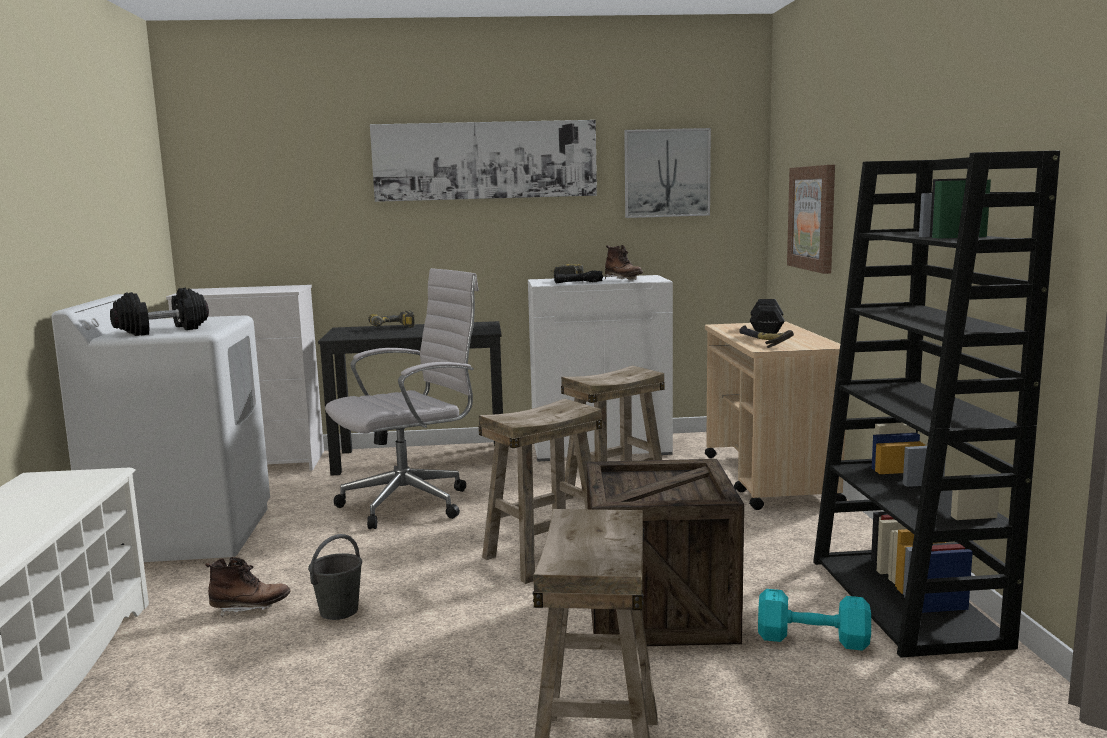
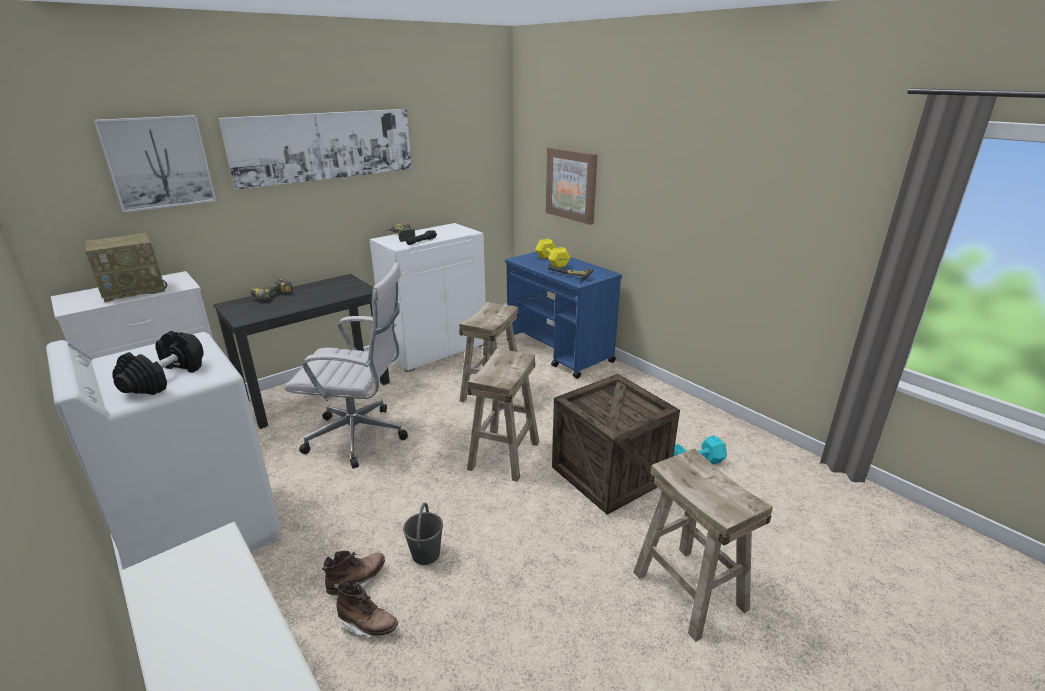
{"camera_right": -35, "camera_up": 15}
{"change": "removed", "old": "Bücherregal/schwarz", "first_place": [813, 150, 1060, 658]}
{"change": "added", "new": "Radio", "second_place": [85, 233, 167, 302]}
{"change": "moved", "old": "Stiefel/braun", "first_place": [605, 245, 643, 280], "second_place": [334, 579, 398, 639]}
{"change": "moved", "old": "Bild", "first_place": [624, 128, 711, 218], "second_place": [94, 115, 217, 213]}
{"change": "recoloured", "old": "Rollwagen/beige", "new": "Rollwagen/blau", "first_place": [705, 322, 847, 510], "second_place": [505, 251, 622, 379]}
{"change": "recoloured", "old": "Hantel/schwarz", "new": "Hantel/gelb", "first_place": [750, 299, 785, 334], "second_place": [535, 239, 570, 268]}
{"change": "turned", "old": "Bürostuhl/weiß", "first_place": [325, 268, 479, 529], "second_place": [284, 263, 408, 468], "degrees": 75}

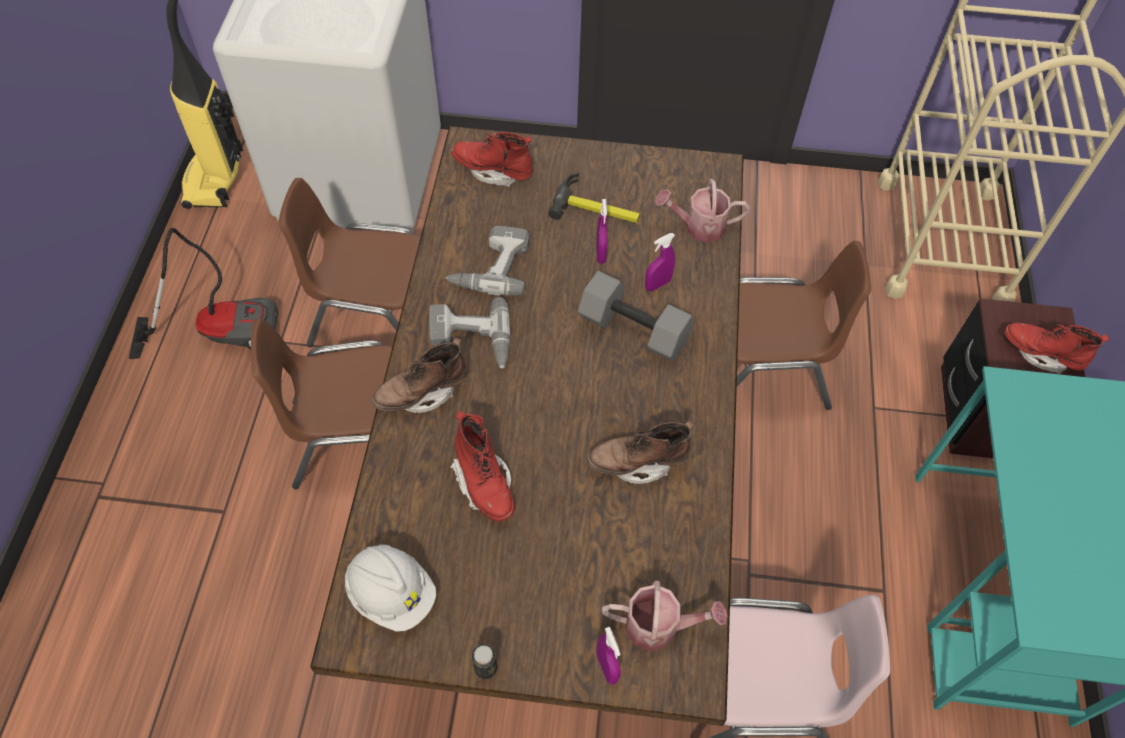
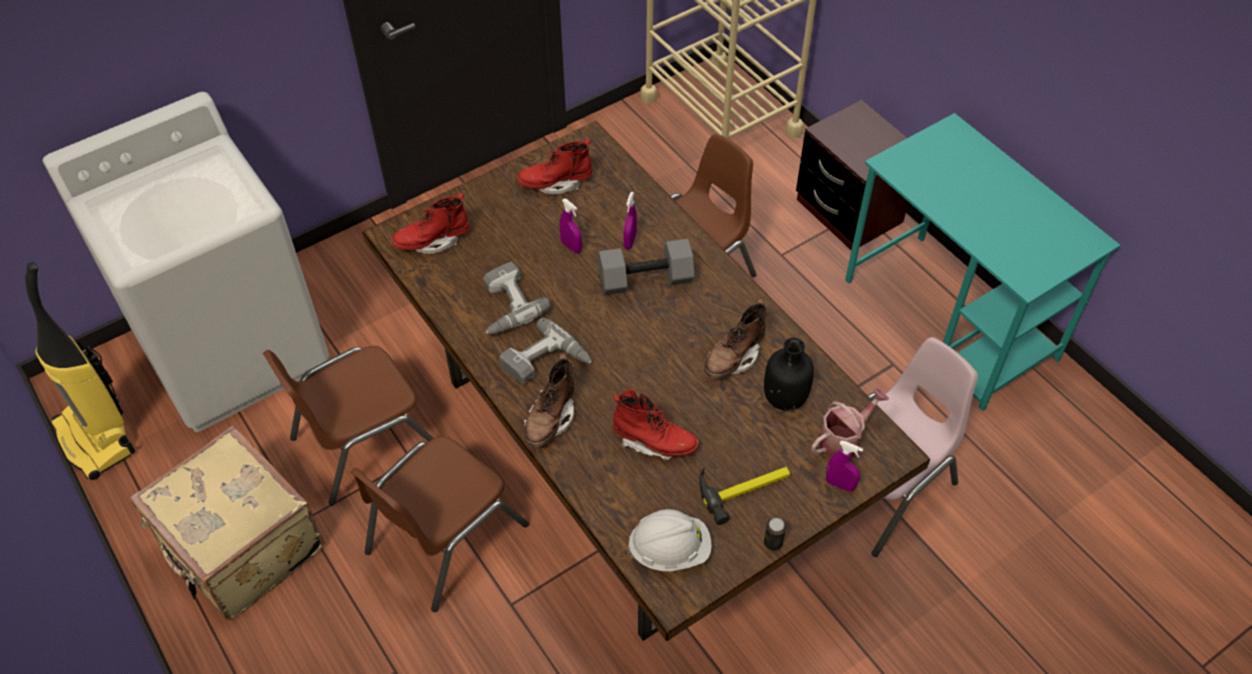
{"camera_right": -40, "camera_up": -5}
{"change": "removed", "old": "Gießkanne", "first_place": [655, 179, 750, 243]}
{"change": "added", "new": "Flasche/schwarz", "second_place": [764, 338, 814, 411]}
{"change": "moved", "old": "Hammer", "first_place": [548, 173, 640, 223], "second_place": [699, 467, 790, 525]}
{"change": "moved", "old": "Stiefel/rot", "first_place": [1005, 323, 1110, 374], "second_place": [517, 138, 592, 195]}
{"change": "replaced", "old": "Staubsauger", "new": "Koffer/beige", "first_place": [129, 228, 278, 359], "second_place": [130, 426, 325, 620]}

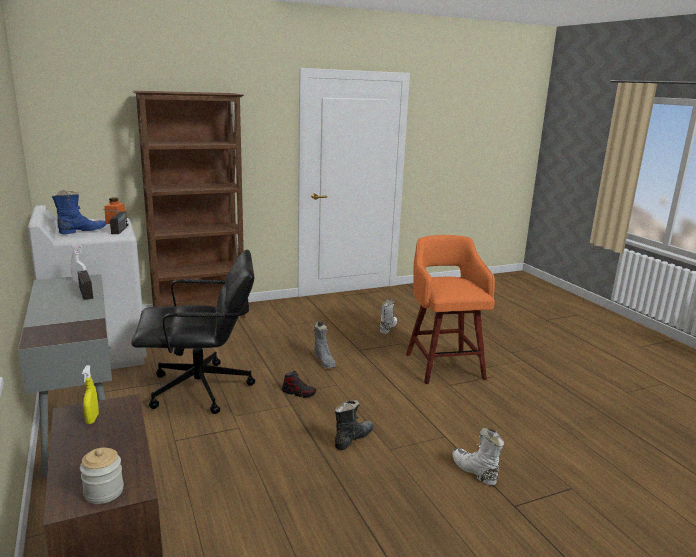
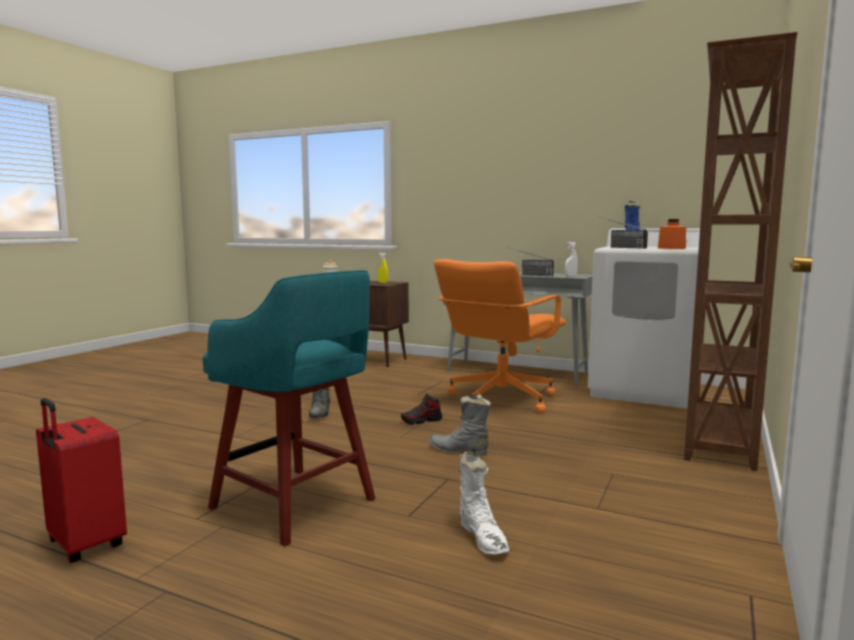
{"camera_right": 140, "camera_up": -10}
{"change": "removed", "old": "Stiefel/weiß", "first_place": [453, 428, 504, 485]}
{"change": "added", "new": "Koffer/rot", "second_place": [36, 398, 127, 563]}
{"change": "recoloured", "old": "Bürostuhl/schwarz", "new": "Bürostuhl/orange", "first_place": [131, 249, 255, 414], "second_place": [434, 259, 566, 413]}
{"change": "recoloured", "old": "Hocker/orange", "new": "Hocker/türkis", "first_place": [406, 235, 495, 384], "second_place": [202, 270, 375, 546]}

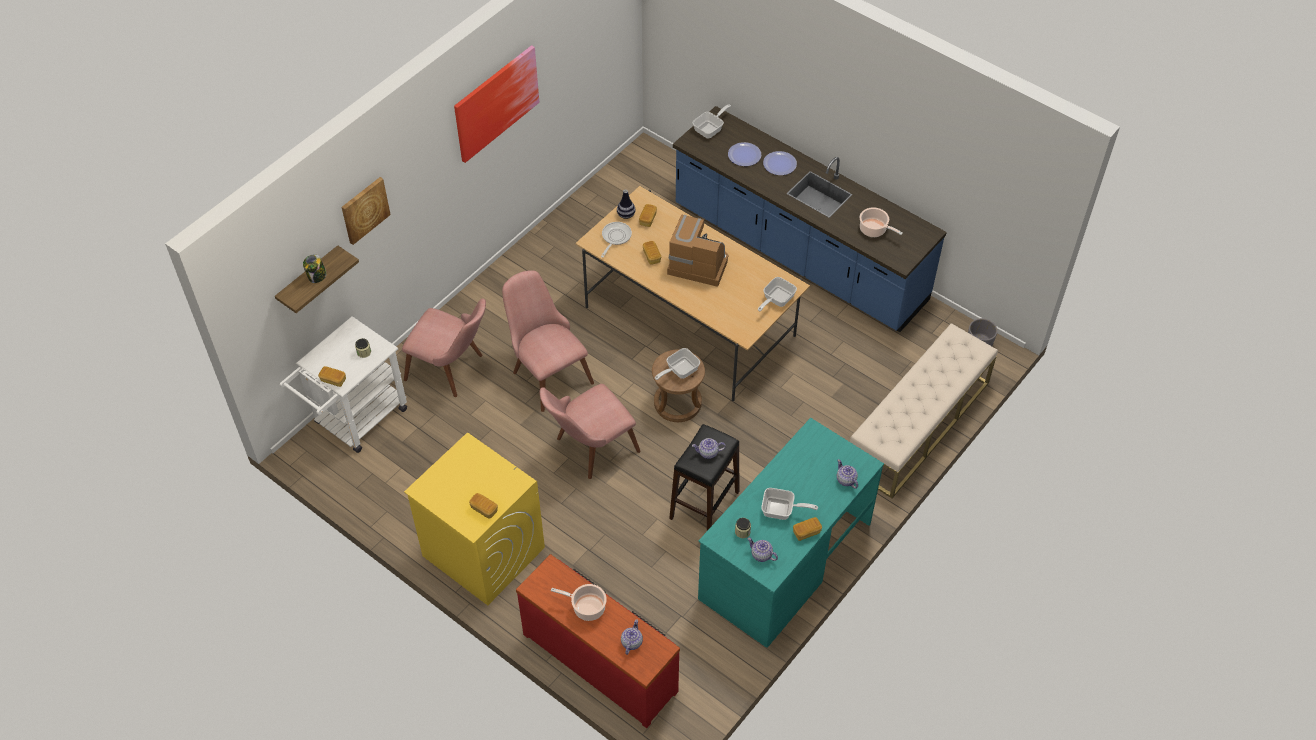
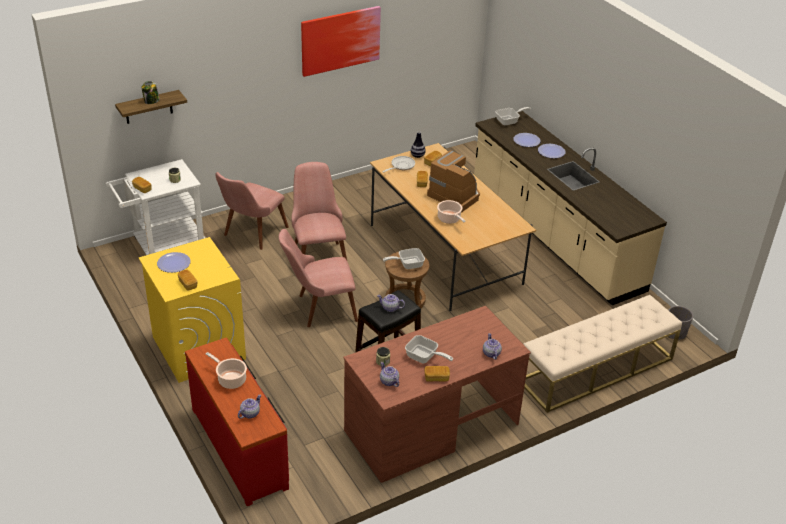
{"camera_right": 20, "camera_up": -15}
{"change": "removed", "old": "Bild", "first_place": [342, 177, 391, 245]}
{"change": "removed", "old": "Pfanne", "first_place": [758, 277, 797, 312]}
{"change": "added", "new": "Teller", "second_place": [157, 252, 191, 273]}
{"change": "moved", "old": "Kochtopf", "first_place": [860, 207, 903, 237], "second_place": [437, 200, 466, 224]}
{"change": "recoloured", "old": "Küchenzeile/blau", "new": "Küchenzeile/beige", "first_place": [673, 106, 947, 332], "second_place": [474, 111, 667, 305]}
{"change": "recoloured", "old": "Schreibtisch/türkis", "new": "Schreibtisch/braun", "first_place": [698, 418, 884, 648], "second_place": [343, 306, 531, 483]}
{"change": "turned", "old": "Stuhl/rosa", "first_place": [402, 298, 486, 397], "second_place": [215, 172, 289, 250], "degrees": 75}

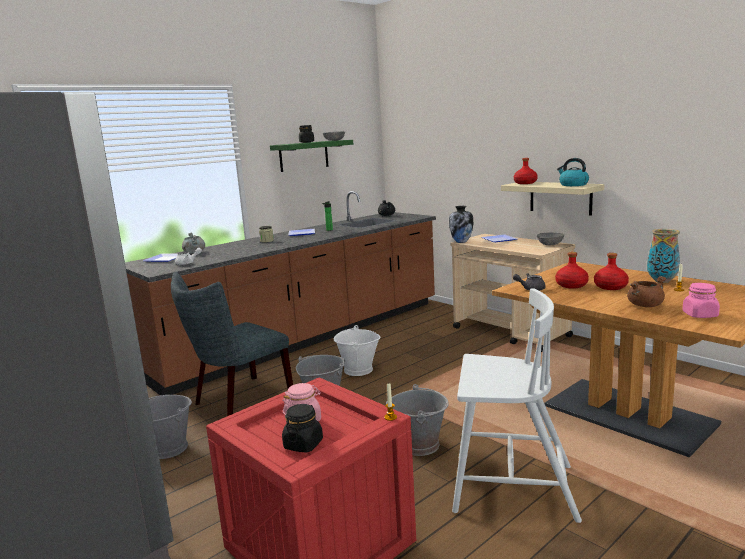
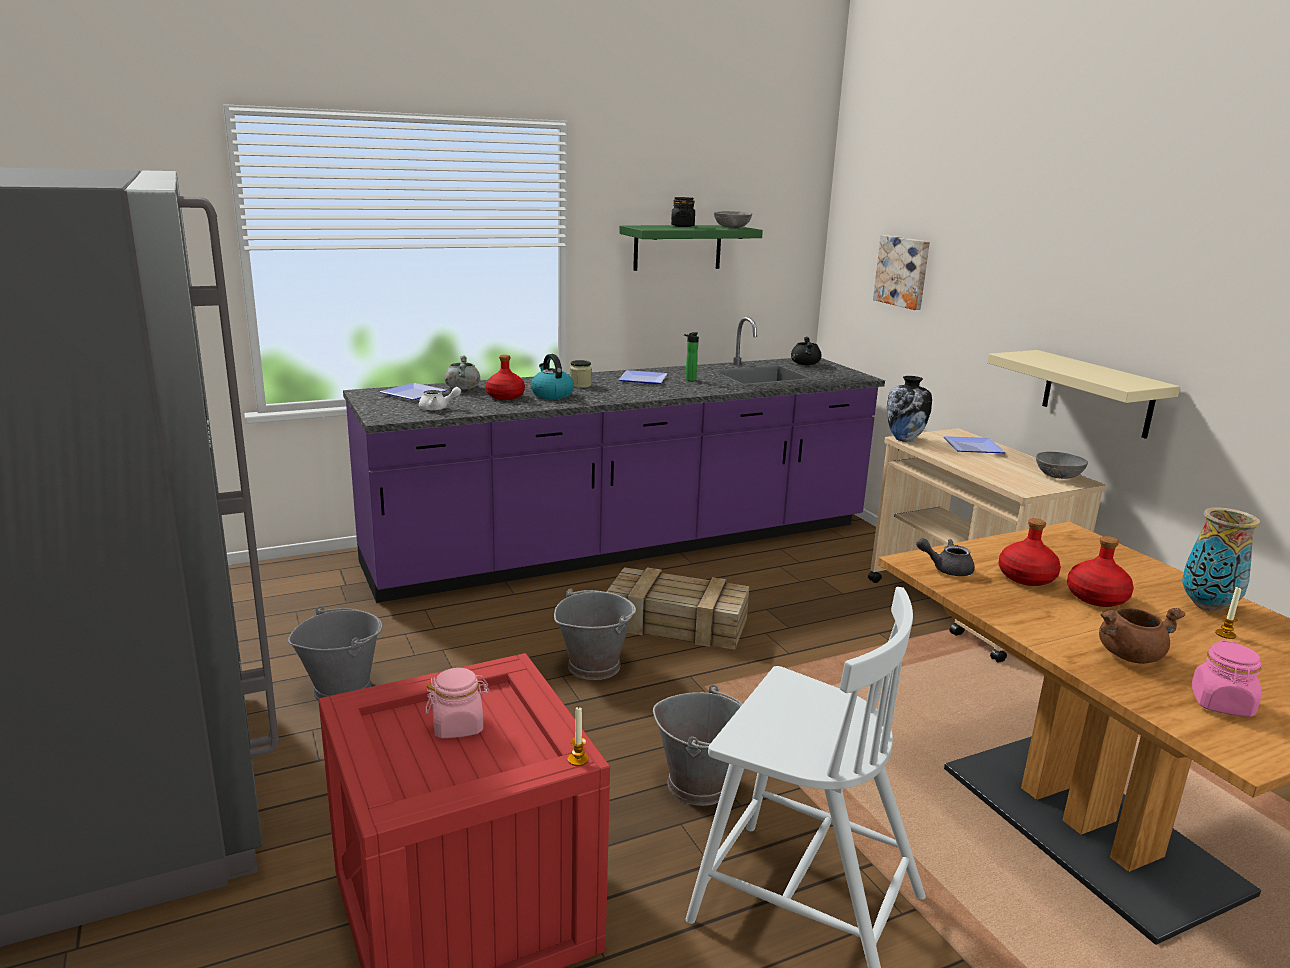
{"camera_right": 15, "camera_up": 5}
{"change": "removed", "old": "Stuhl/grau", "first_place": [171, 272, 293, 416]}
{"change": "removed", "old": "Vorratsglas/schwarz", "first_place": [282, 404, 323, 453]}
{"change": "added", "new": "Bild", "second_place": [873, 235, 930, 310]}
{"change": "moved", "old": "Flasche/rot", "first_place": [514, 158, 538, 184], "second_place": [486, 355, 525, 400]}
{"change": "moved", "old": "Wasserkessel", "first_place": [557, 158, 589, 186], "second_place": [531, 354, 574, 399]}
{"change": "replaced", "old": "Eimer/weiß", "new": "Kiste", "first_place": [334, 325, 380, 376], "second_place": [606, 567, 750, 650]}
{"change": "recoloured", "old": "Küchenzeile/braun", "new": "Küchenzeile/lila", "first_place": [125, 191, 436, 395], "second_place": [343, 317, 885, 603]}

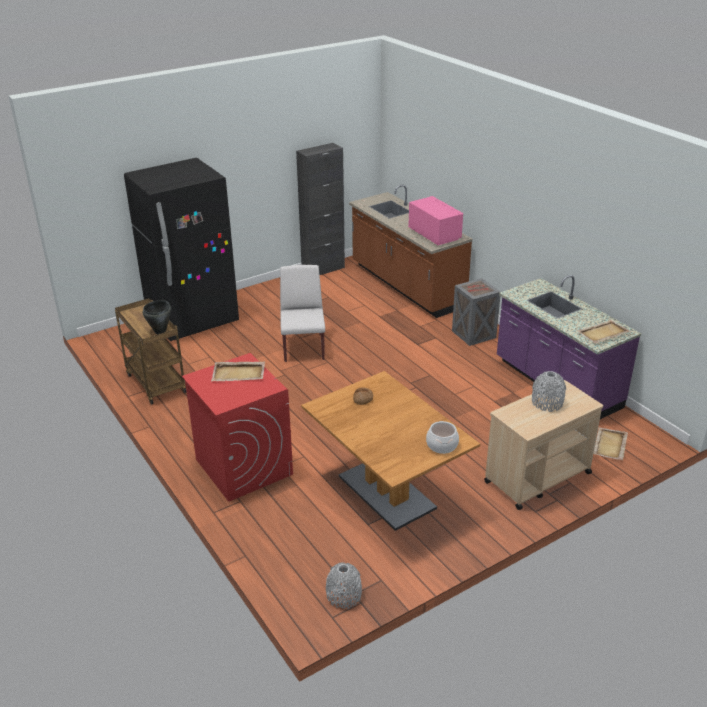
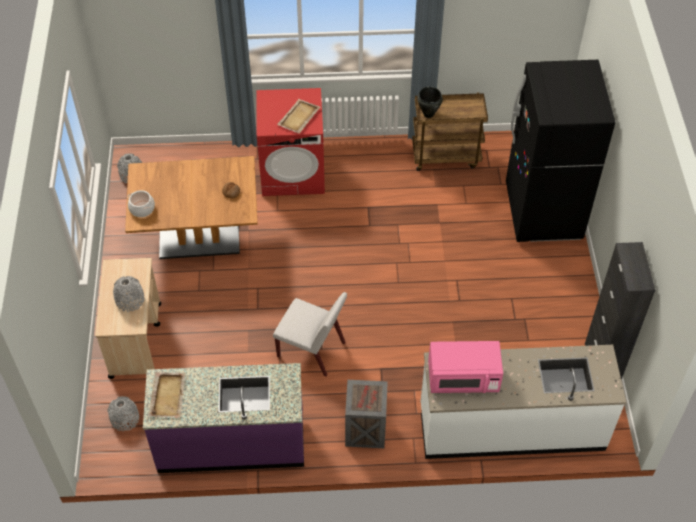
{"camera_right": 120, "camera_up": 20}
{"change": "moved", "old": "Stuhl/weiß", "first_place": [280, 265, 325, 362], "second_place": [273, 292, 347, 377]}
{"change": "replaced", "old": "Tablett/beige", "new": "Vase/grau", "first_place": [593, 427, 628, 460], "second_place": [107, 396, 139, 431]}
{"change": "recoloured", "old": "Küchenzeile/braun", "new": "Küchenzeile/weiß", "first_place": [349, 185, 473, 318], "second_place": [420, 345, 626, 459]}

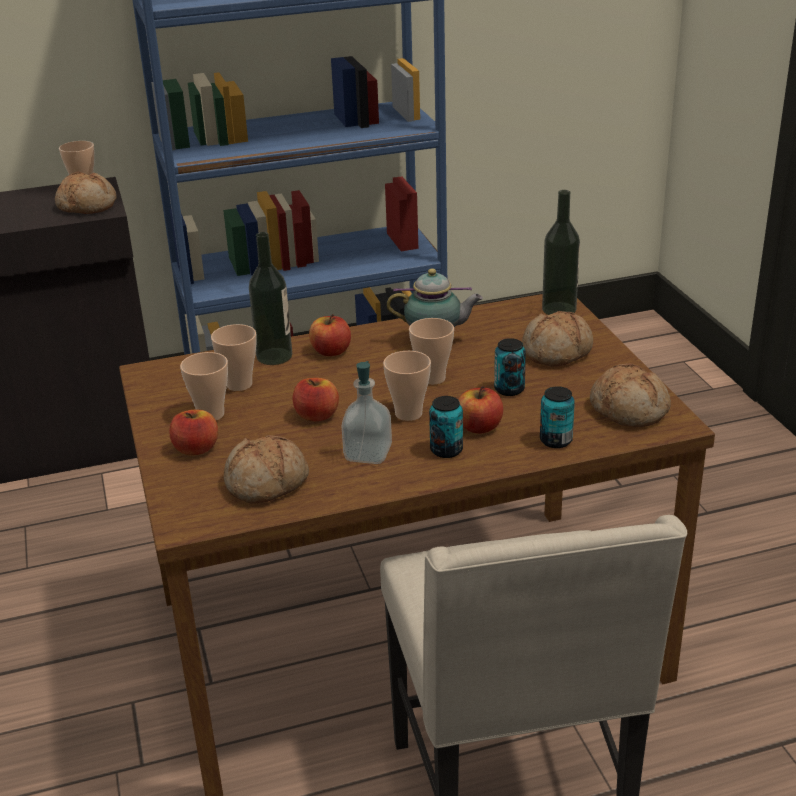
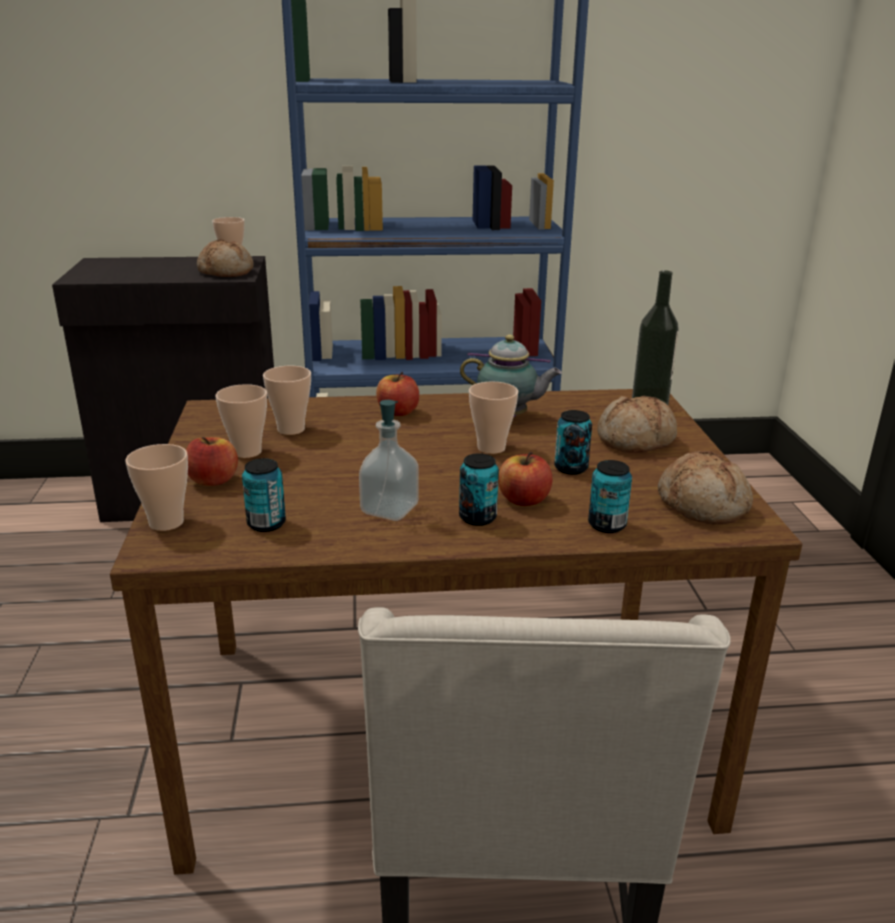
{"camera_right": 10, "camera_up": -5}
{"change": "removed", "old": "Flasche", "first_place": [249, 232, 292, 365]}
{"change": "removed", "old": "Apfel", "first_place": [293, 378, 339, 421]}
{"change": "moved", "old": "Tasse", "first_place": [383, 351, 431, 421], "second_place": [125, 444, 188, 531]}
{"change": "replaced", "old": "Brot", "new": "Dose", "first_place": [224, 435, 309, 504], "second_place": [242, 458, 286, 532]}

